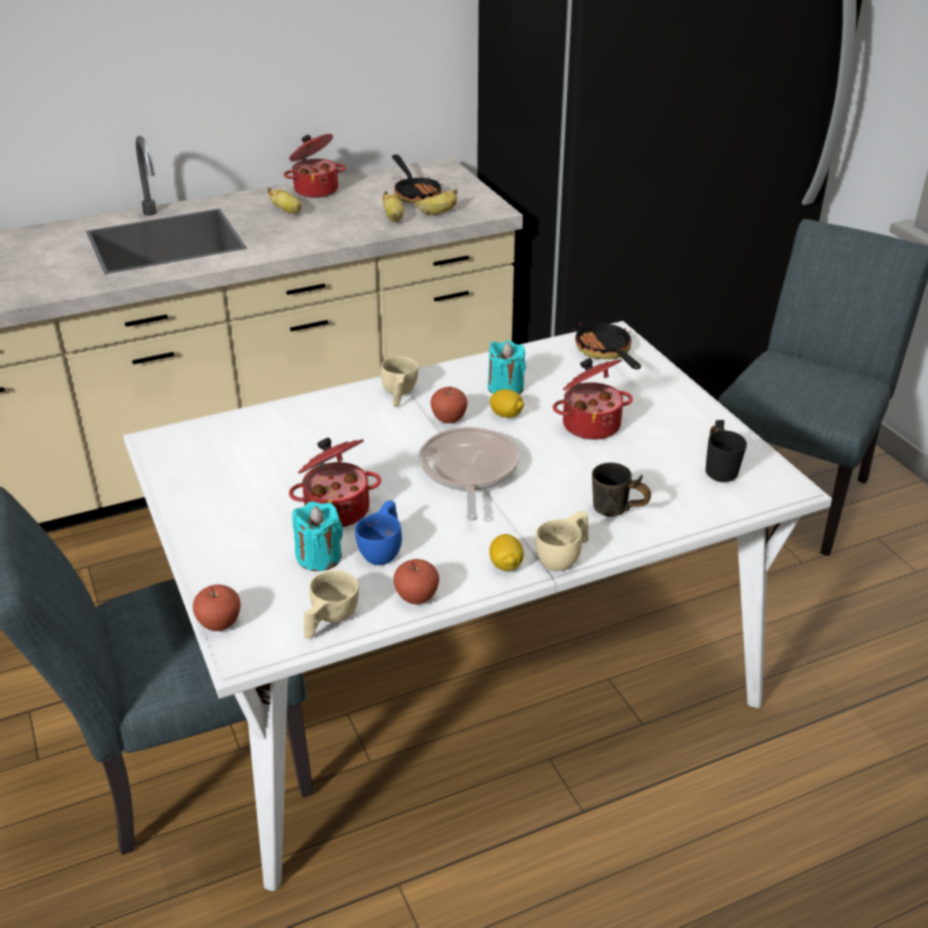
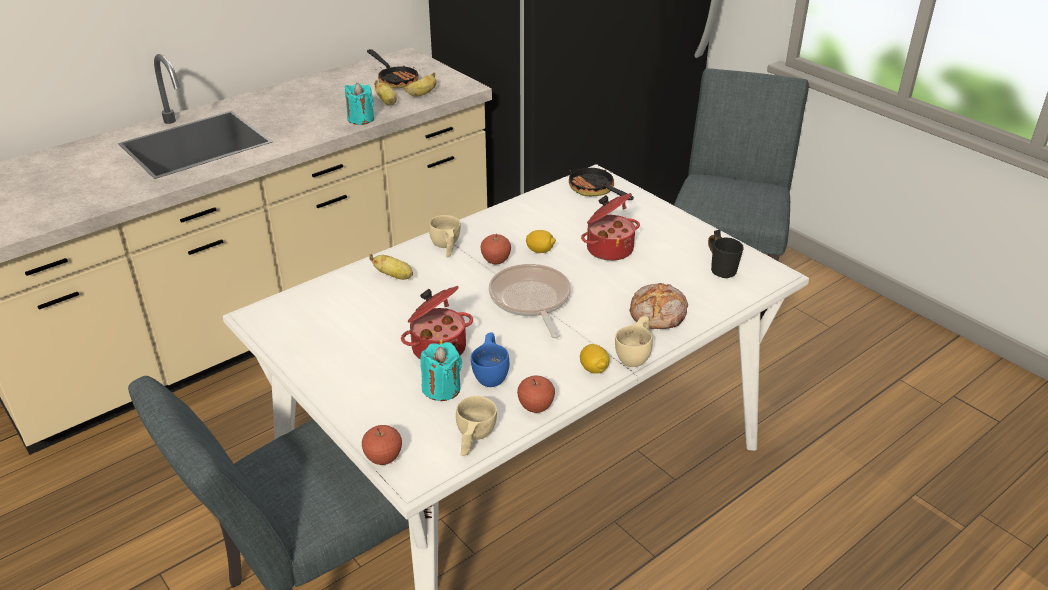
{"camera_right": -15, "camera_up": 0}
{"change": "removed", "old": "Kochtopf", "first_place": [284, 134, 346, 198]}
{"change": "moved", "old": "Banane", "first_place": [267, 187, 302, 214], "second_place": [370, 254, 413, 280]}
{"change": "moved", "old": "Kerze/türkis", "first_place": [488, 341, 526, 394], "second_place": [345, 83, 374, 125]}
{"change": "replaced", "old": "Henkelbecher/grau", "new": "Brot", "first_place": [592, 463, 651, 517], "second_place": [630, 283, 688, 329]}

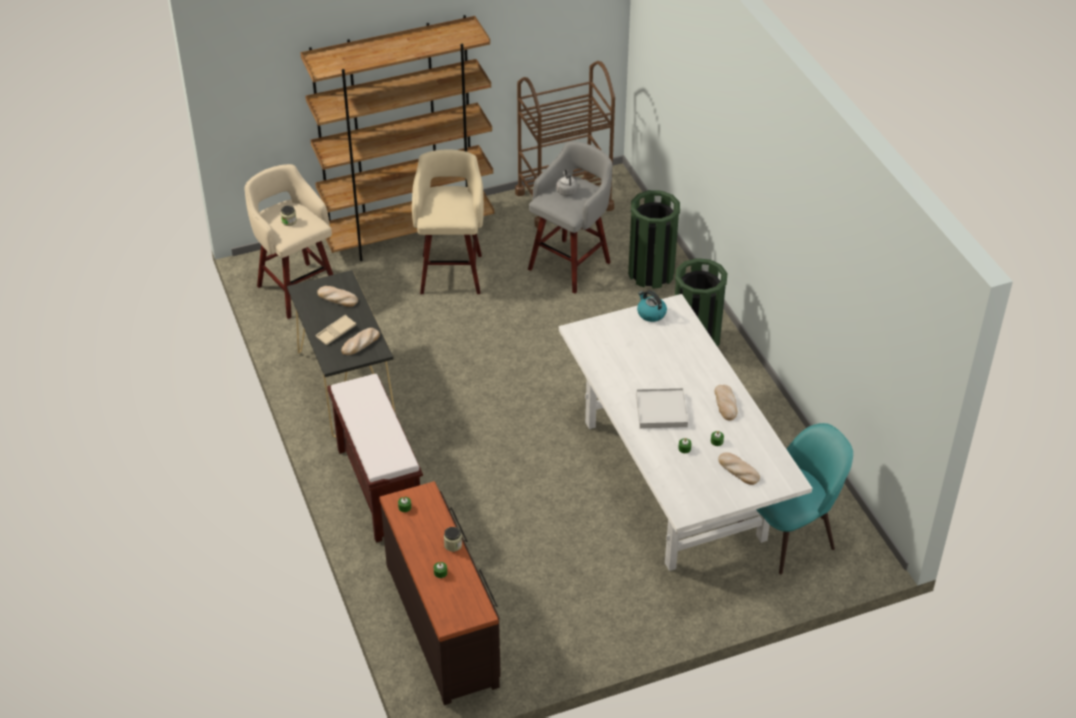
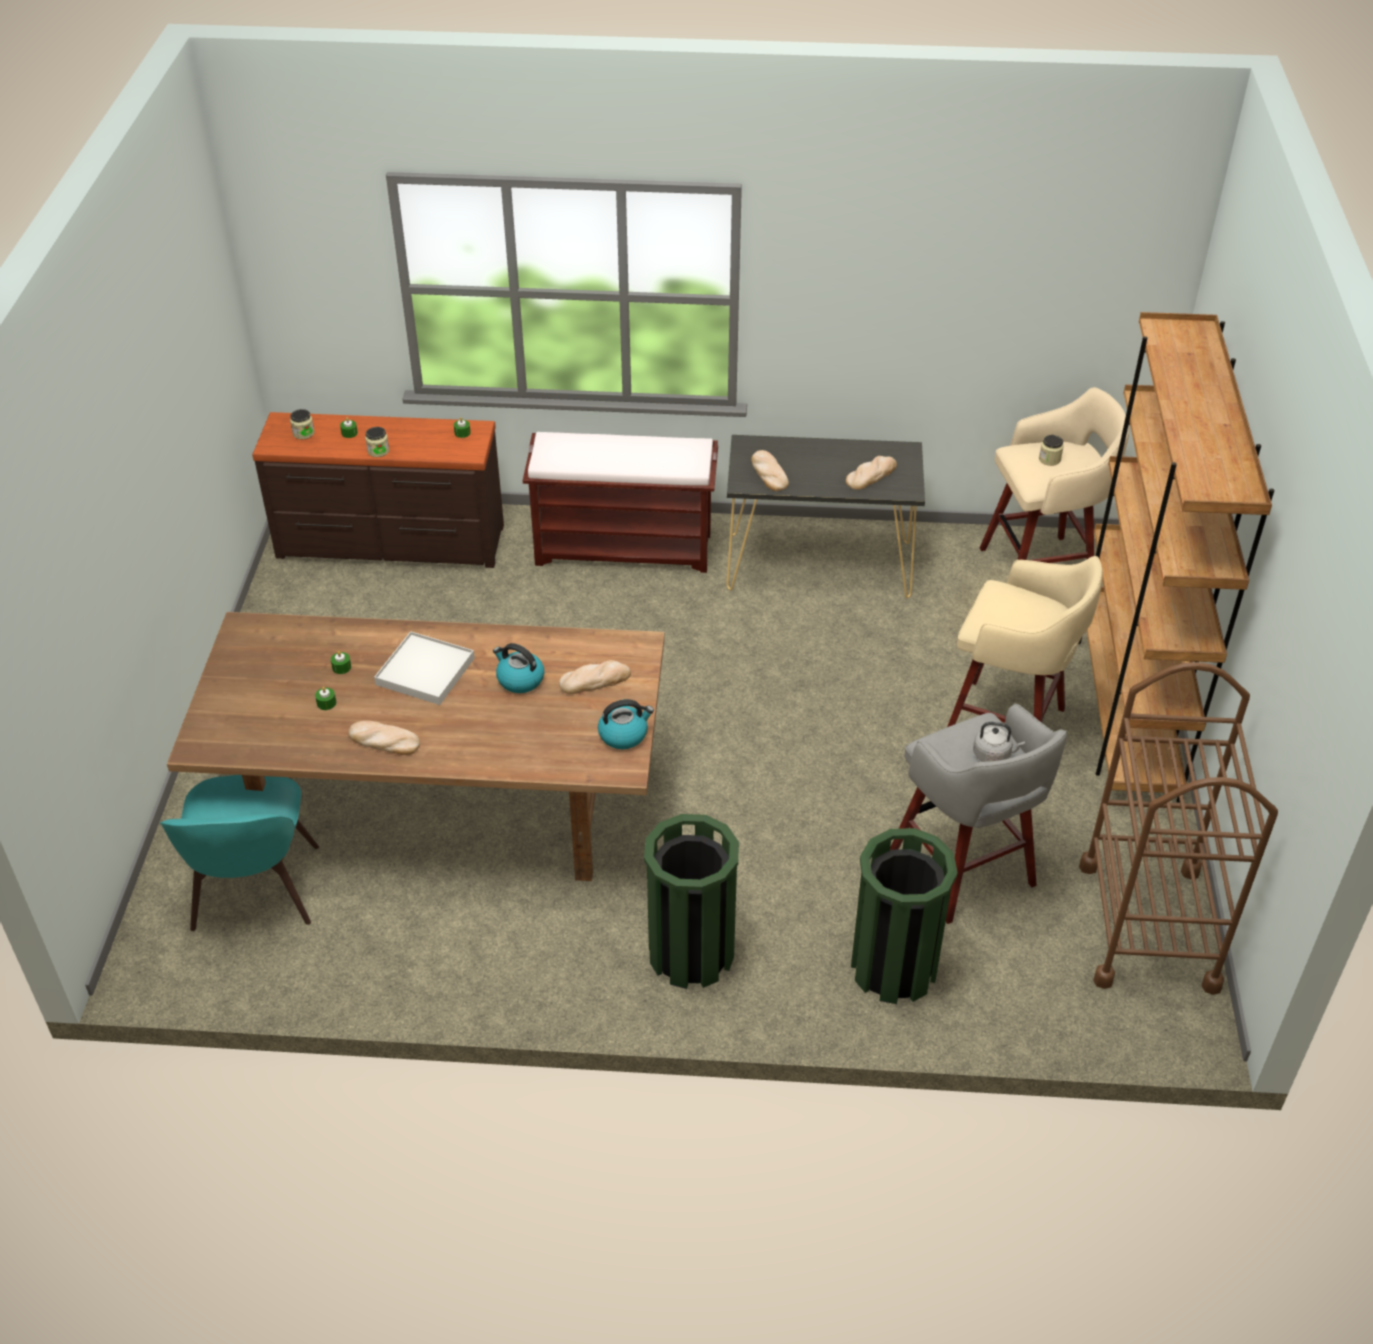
{"camera_right": 115, "camera_up": 0}
{"change": "removed", "old": "Tablett/beige", "first_place": [316, 315, 356, 345]}
{"change": "added", "new": "Vorratsglas", "second_place": [290, 409, 314, 439]}
{"change": "added", "new": "Wasserkessel", "second_place": [493, 643, 544, 693]}
{"change": "moved", "old": "Brot", "first_place": [718, 452, 760, 485], "second_place": [559, 660, 631, 694]}
{"change": "recoloured", "old": "Esstisch/weiß", "new": "Esstisch/braun", "first_place": [559, 294, 812, 571], "second_place": [167, 612, 665, 881]}

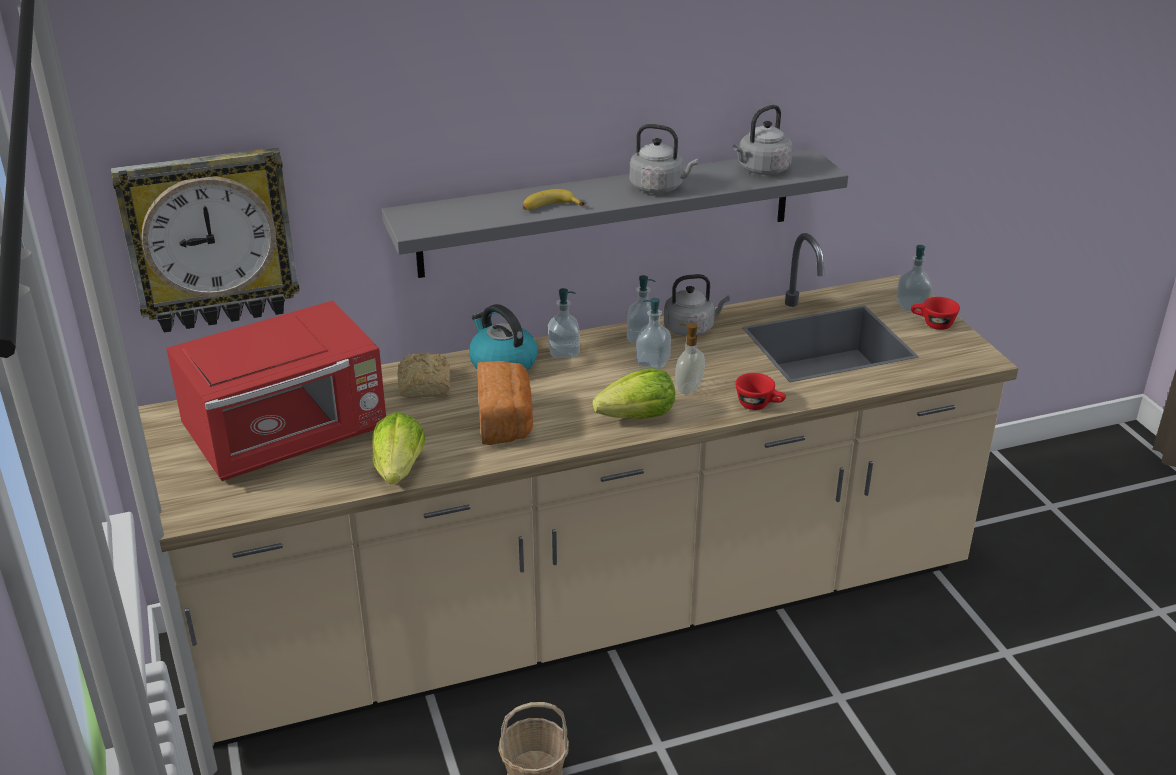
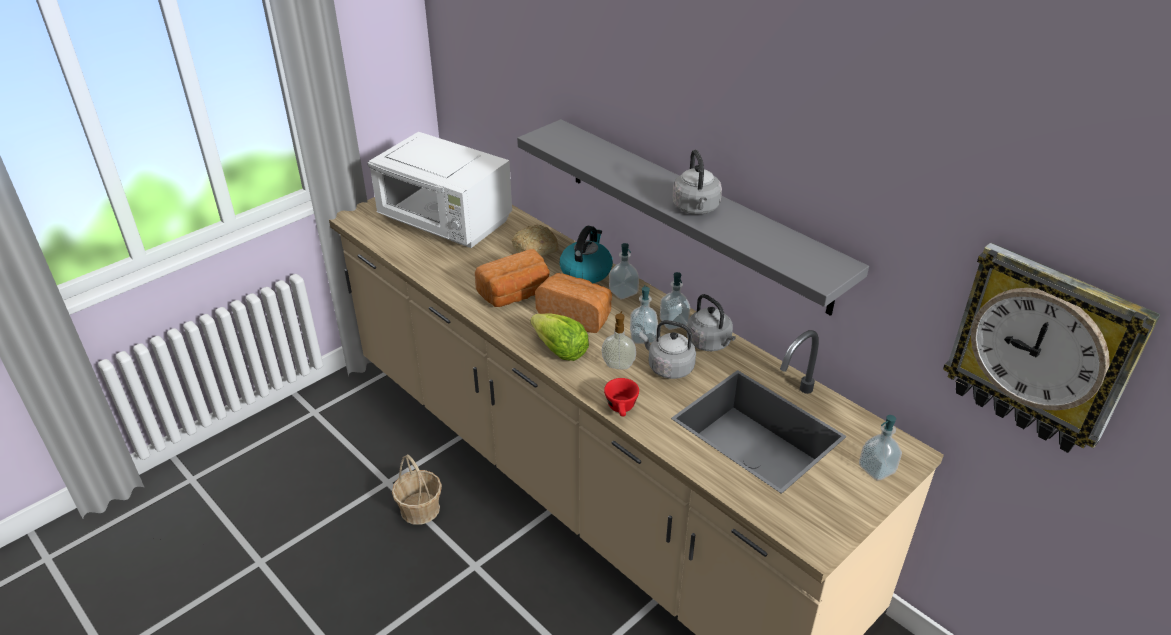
{"camera_right": 65, "camera_up": 5}
{"change": "removed", "old": "Salatkopf", "first_place": [372, 412, 426, 484]}
{"change": "removed", "old": "Banane", "first_place": [523, 189, 585, 210]}
{"change": "removed", "old": "Tasse/rot", "first_place": [911, 297, 960, 330]}
{"change": "added", "new": "Brot", "second_place": [535, 273, 612, 333]}
{"change": "moved", "old": "Wanduhr", "first_place": [111, 147, 300, 333], "second_place": [943, 243, 1160, 453]}
{"change": "moved", "old": "Wasserkessel/grau", "first_place": [733, 105, 793, 175], "second_place": [640, 320, 696, 379]}
{"change": "recoloured", "old": "Mikrowelle/rot", "new": "Mikrowelle/weiß", "first_place": [166, 301, 386, 481], "second_place": [367, 132, 512, 248]}

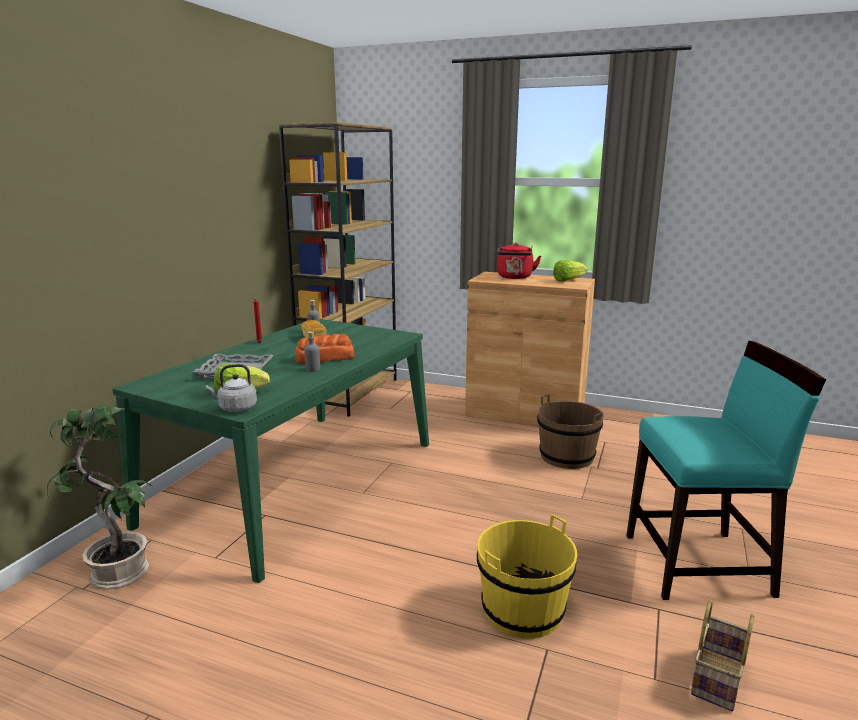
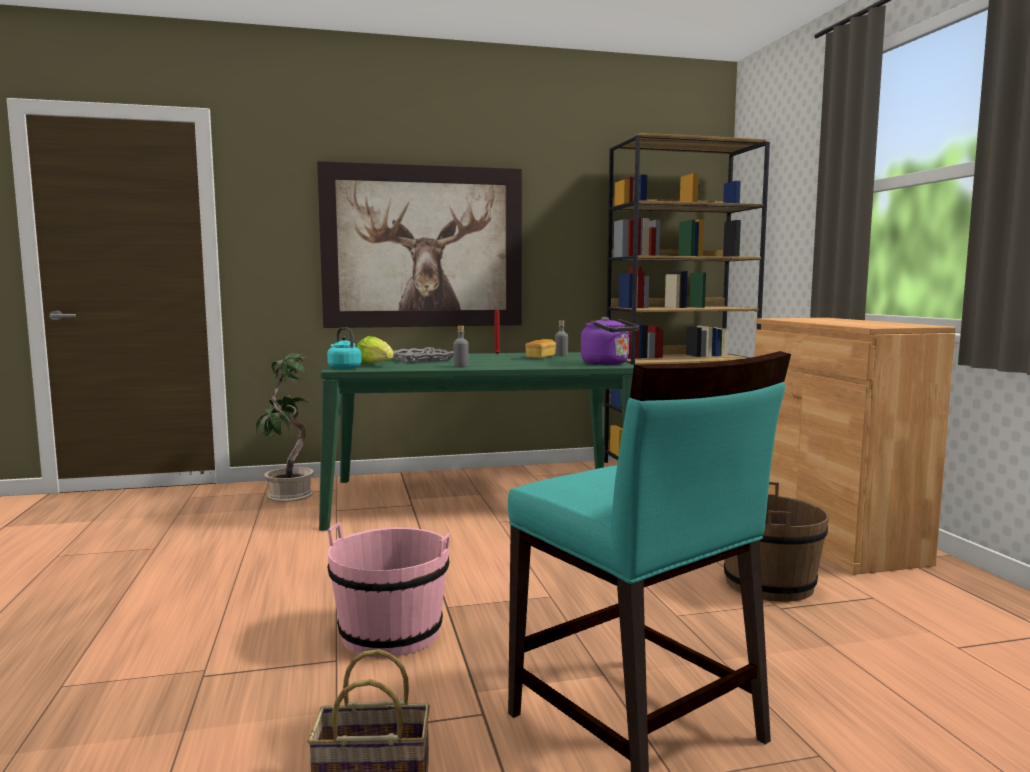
{"camera_right": 55, "camera_up": -10}
{"change": "removed", "old": "Brot", "first_place": [295, 334, 355, 364]}
{"change": "removed", "old": "Wasserkessel/rot", "first_place": [497, 243, 541, 279]}
{"change": "removed", "old": "Salatkopf", "first_place": [553, 260, 588, 282]}
{"change": "added", "new": "Bild", "second_place": [317, 161, 522, 328]}
{"change": "added", "new": "Wasserkessel/lila", "second_place": [581, 317, 639, 365]}
{"change": "recoloured", "old": "Wasserkessel/grau", "new": "Wasserkessel/türkis", "first_place": [206, 364, 257, 412], "second_place": [327, 327, 361, 369]}
{"change": "recoloured", "old": "Eimer/gelb", "new": "Eimer/rosa", "first_place": [477, 514, 577, 639], "second_place": [328, 523, 450, 658]}

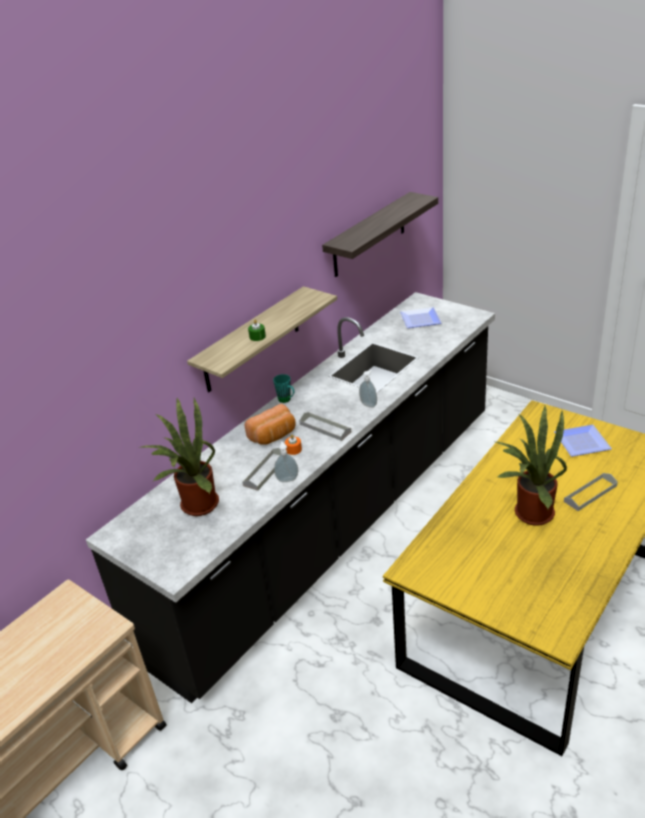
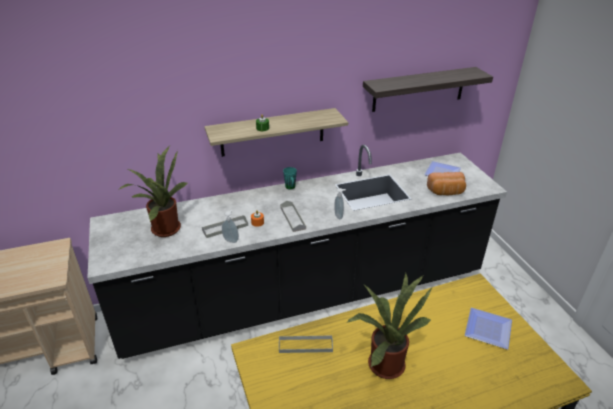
{"camera_right": 30, "camera_up": 0}
{"change": "moved", "old": "Brot", "first_place": [245, 404, 296, 445], "second_place": [427, 172, 466, 195]}
{"change": "moved", "old": "Tablett/grau", "first_place": [564, 473, 618, 511], "second_place": [279, 335, 333, 353]}

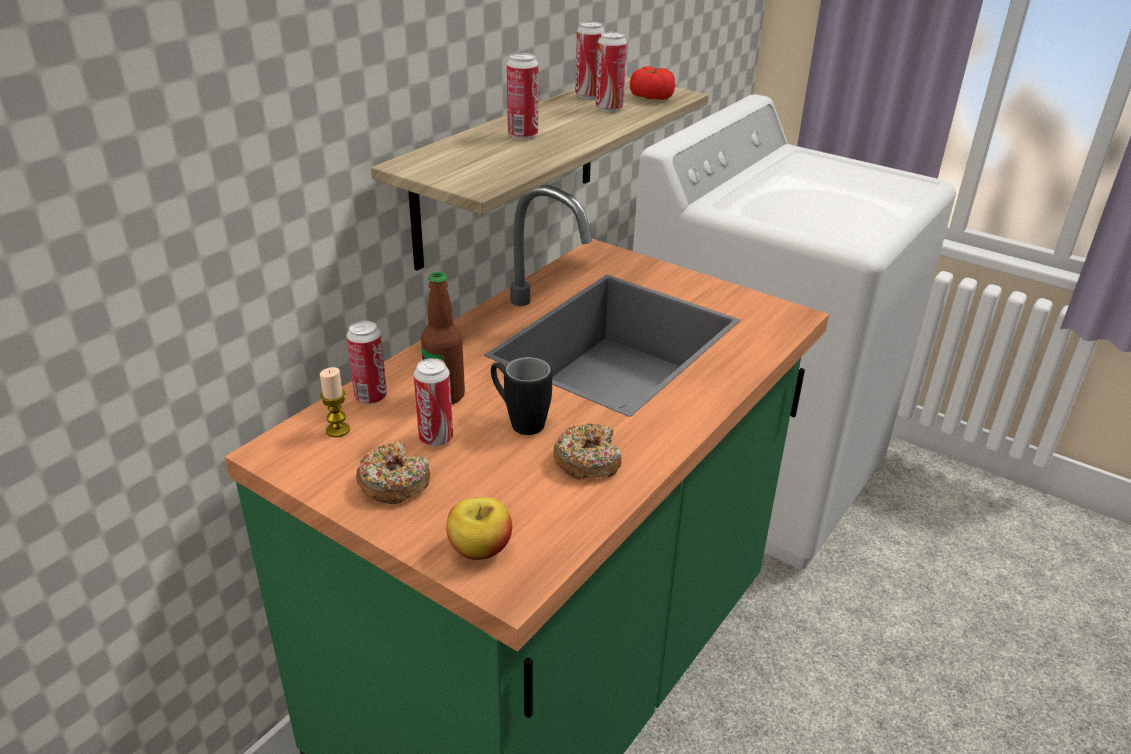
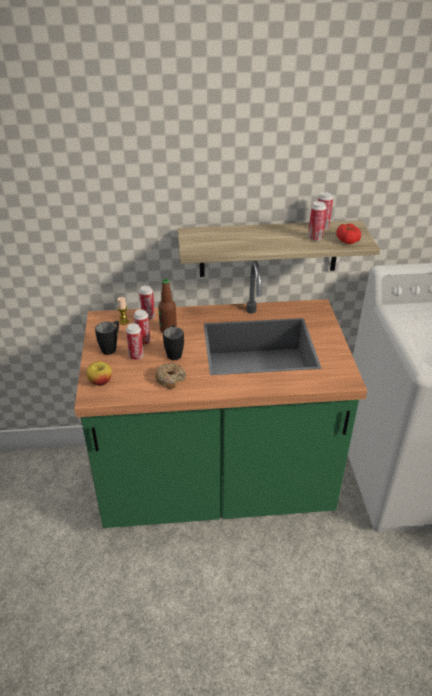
{"camera_right": 50, "camera_up": 5}
{"change": "moved", "old": "Dose", "first_place": [507, 53, 538, 139], "second_place": [126, 323, 144, 360]}
{"change": "replaced", "old": "Donut", "new": "Henkelbecher/schwarz", "first_place": [356, 442, 430, 504], "second_place": [95, 321, 119, 355]}

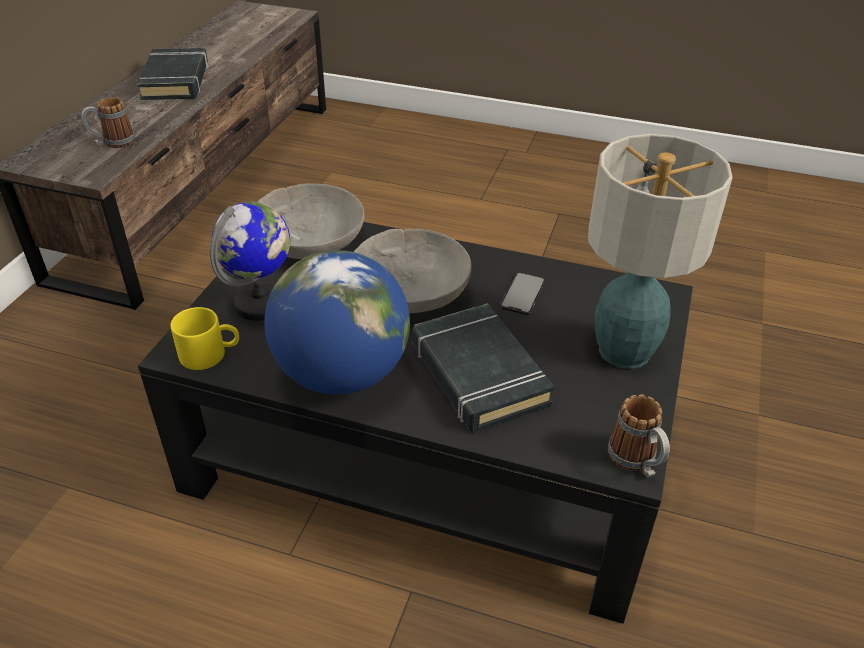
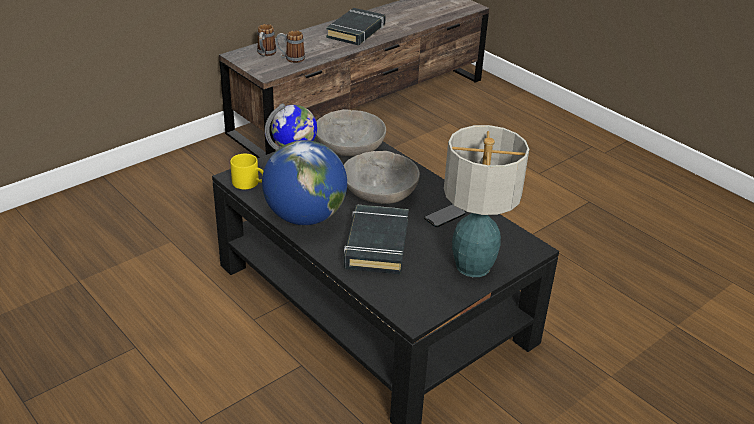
{"camera_right": 30, "camera_up": -5}
{"change": "moved", "old": "Henkelbecher", "first_place": [608, 394, 670, 477], "second_place": [257, 24, 276, 56]}

